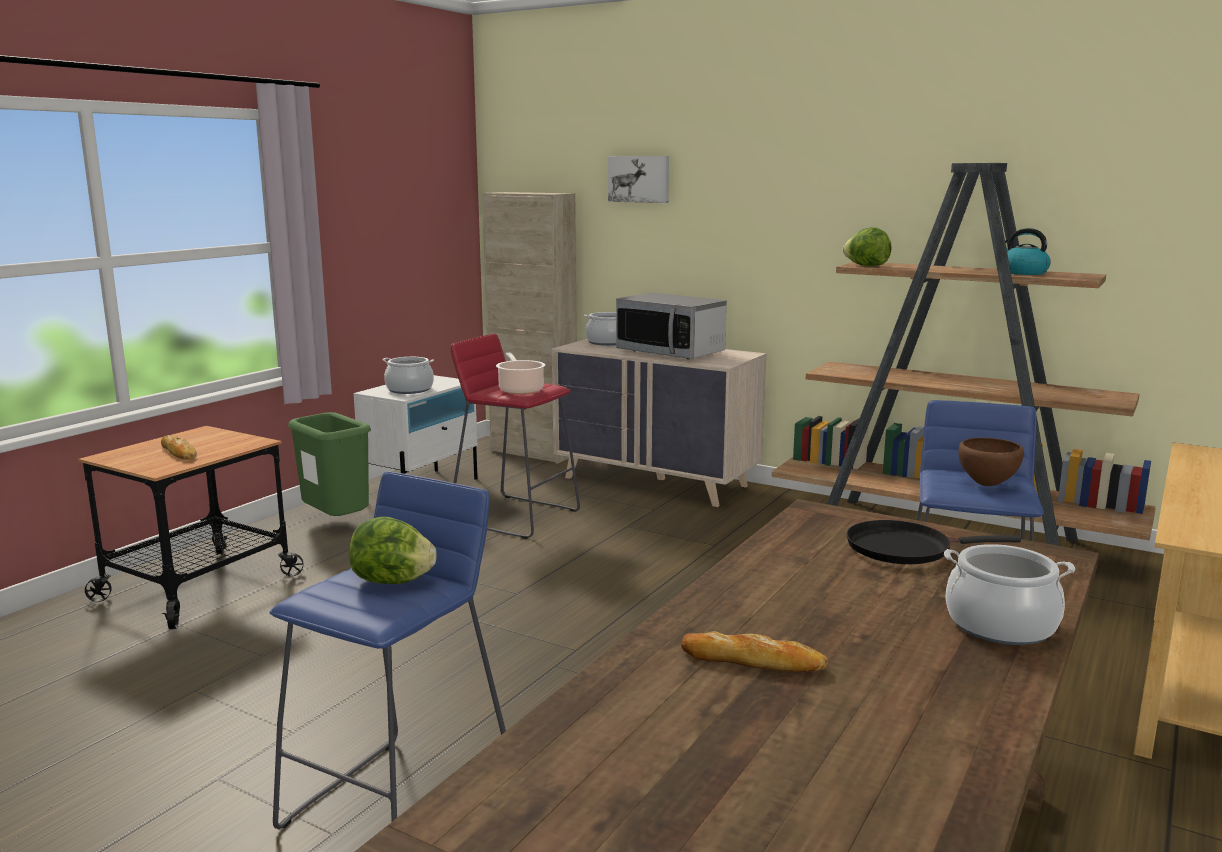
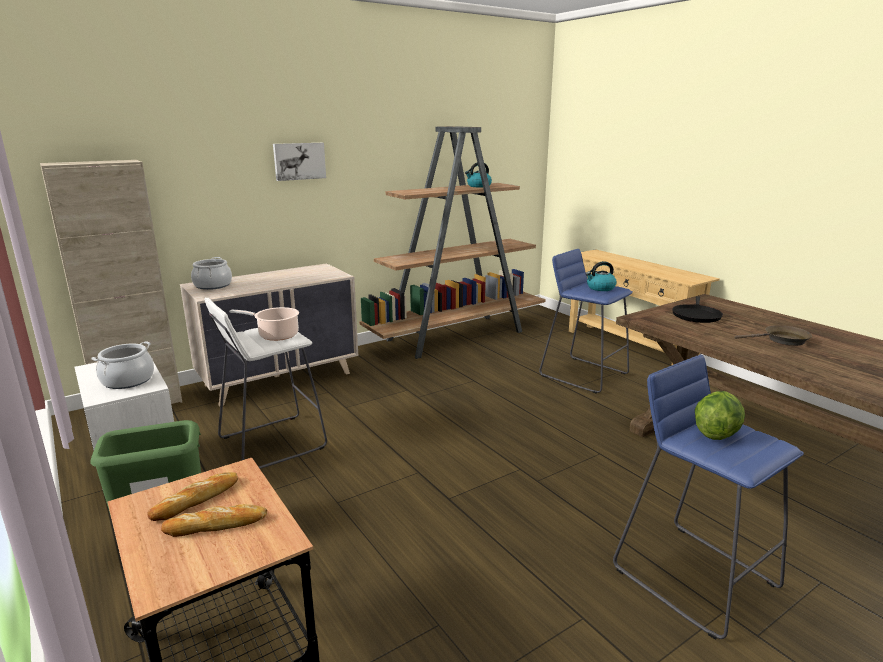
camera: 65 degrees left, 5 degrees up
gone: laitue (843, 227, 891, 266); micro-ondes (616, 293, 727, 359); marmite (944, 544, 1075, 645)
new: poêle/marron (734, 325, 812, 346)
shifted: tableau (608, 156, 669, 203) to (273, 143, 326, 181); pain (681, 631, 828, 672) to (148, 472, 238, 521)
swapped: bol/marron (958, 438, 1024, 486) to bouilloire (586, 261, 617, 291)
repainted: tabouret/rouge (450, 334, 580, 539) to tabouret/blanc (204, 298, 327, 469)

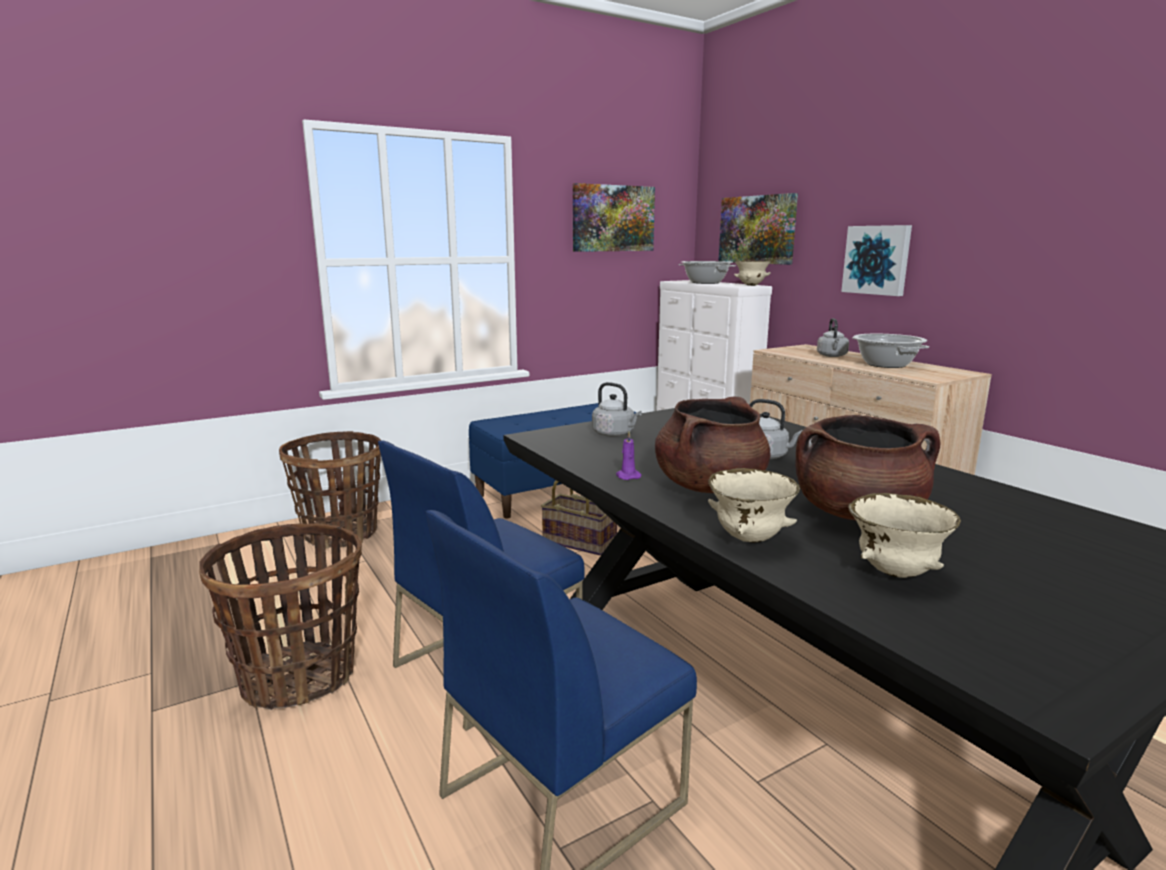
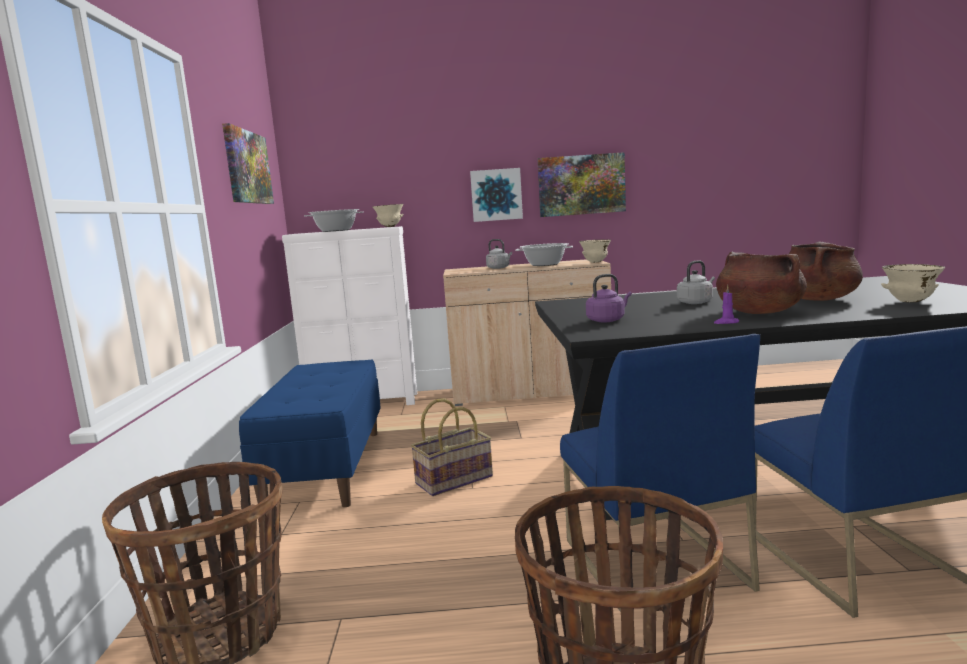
camera: 60 degrees left, 5 degrees down
shifted: tableau (719, 193, 798, 265) to (538, 152, 626, 217); bol/beige (708, 468, 800, 543) to (579, 240, 611, 263)
repainted: bouilloire/gris (592, 382, 642, 437) to bouilloire/violet (586, 274, 632, 322)

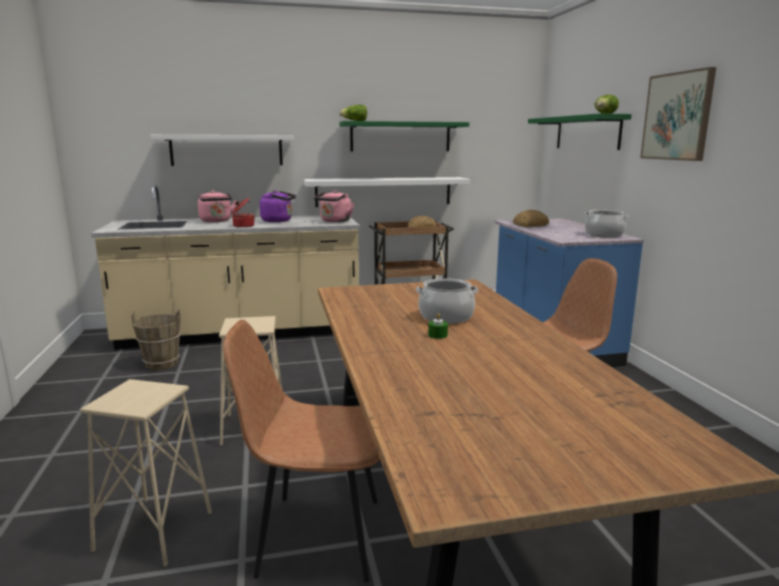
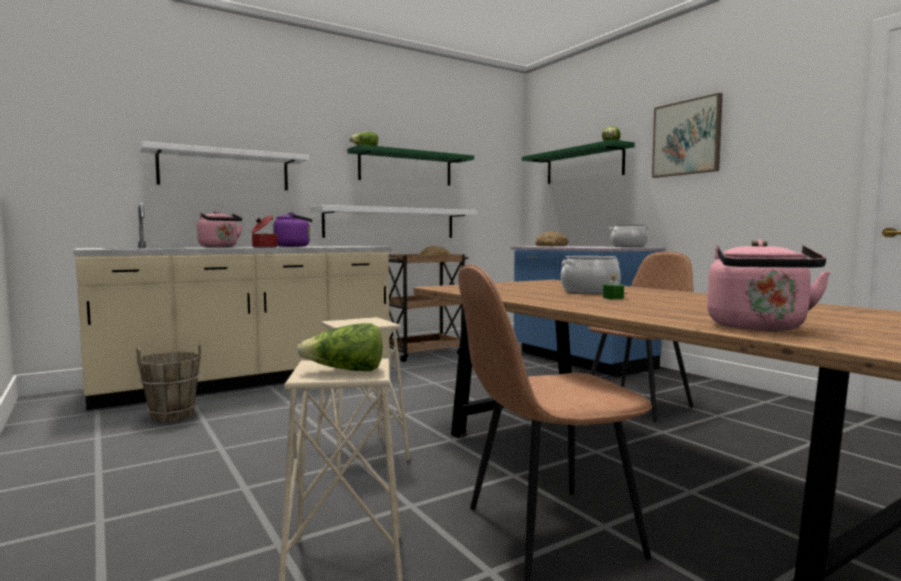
camera: 20 degrees left, 10 degrees down
new: laitue (297, 323, 383, 371)
shifted: bouilloire/rose (314, 190, 354, 222) to (707, 239, 831, 331)

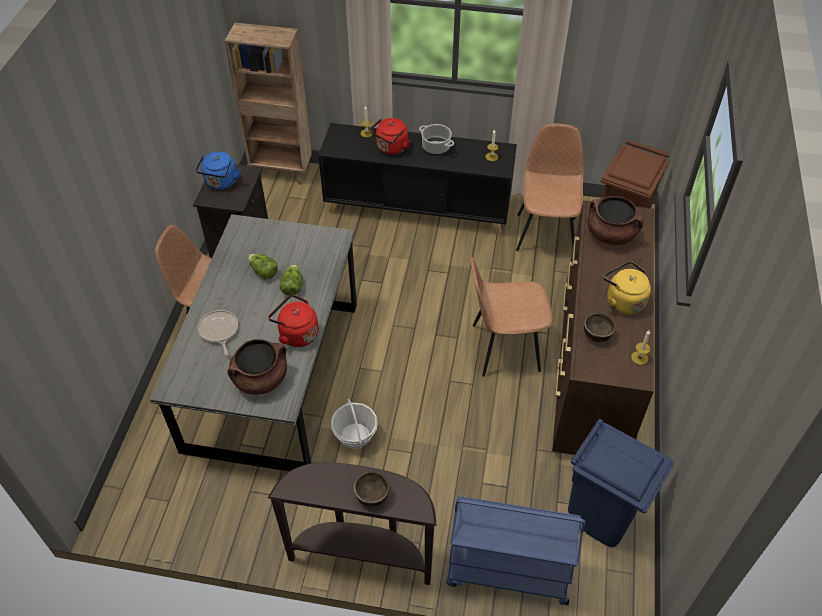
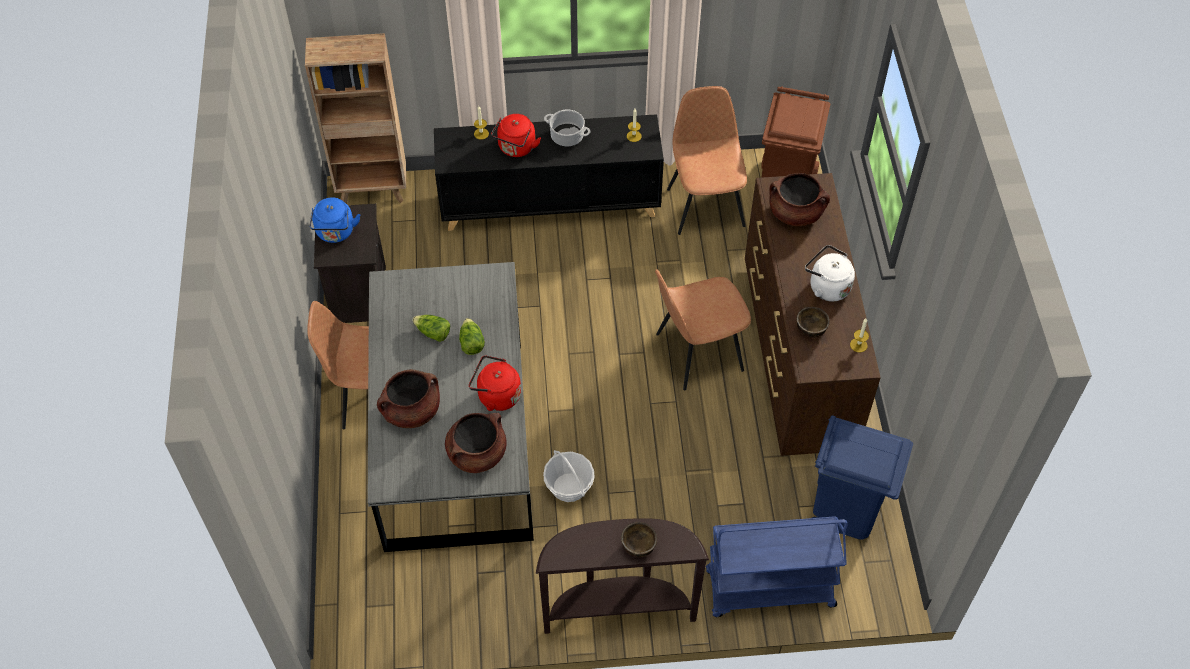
camera: 15 degrees left, 5 degrees up
swapped: poêle (198, 310, 238, 356) to marmite/marron (377, 369, 440, 428)
repainted: bouilloire/jaune (603, 261, 651, 315) to bouilloire/blanc (805, 245, 855, 301)

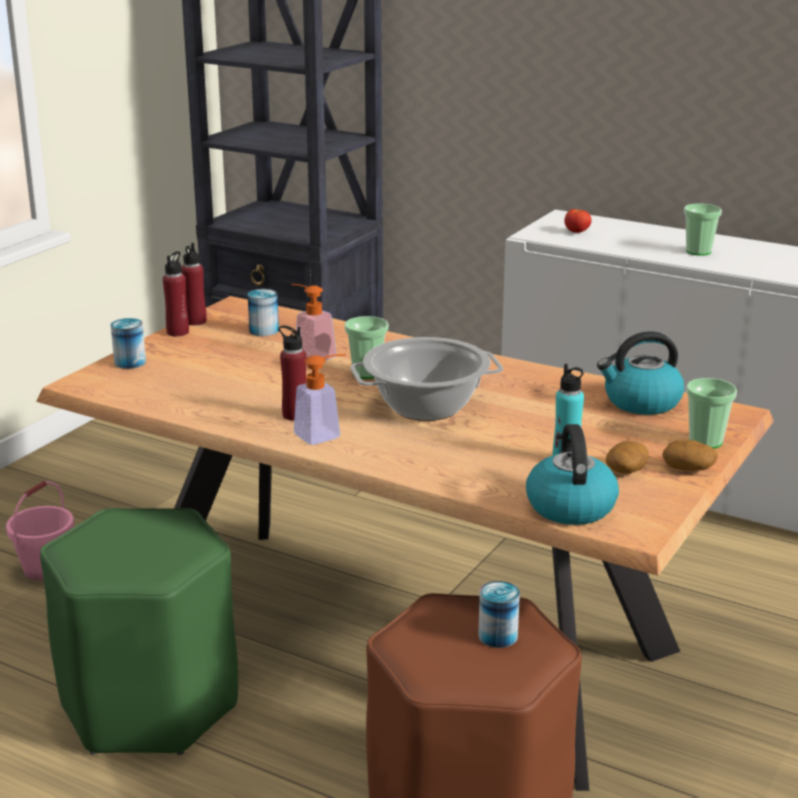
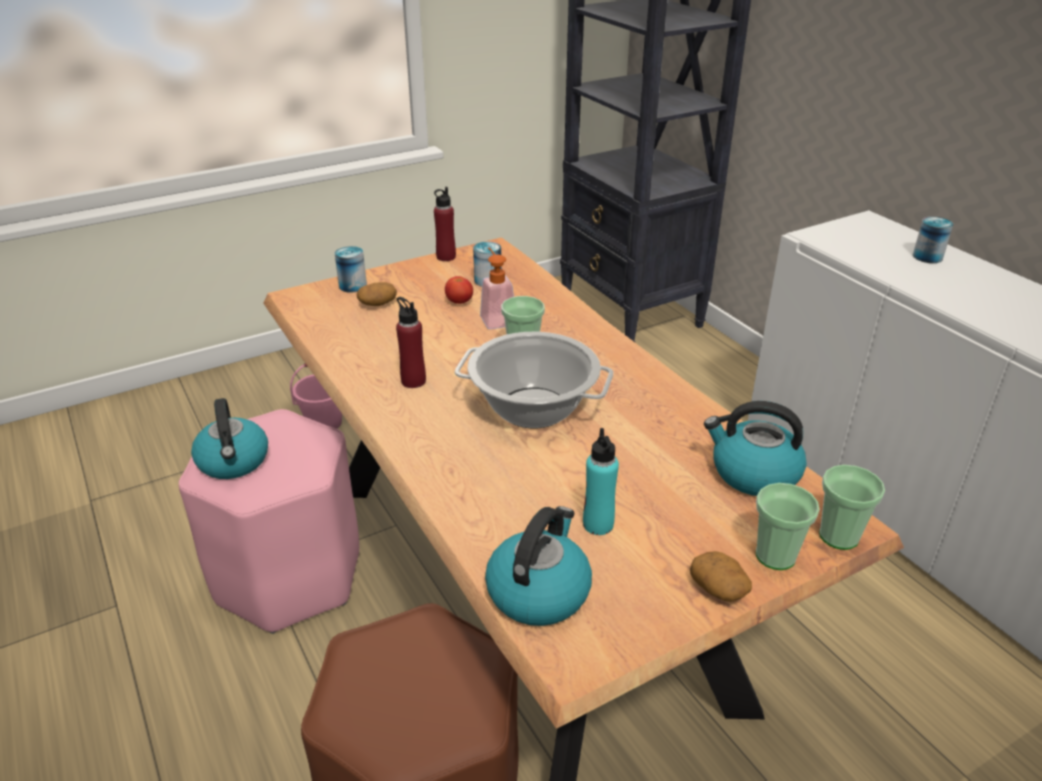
camera: 30 degrees right, 10 degrees up
gone: bouteille/rouge (163, 251, 189, 337); distributeur de savon (294, 354, 346, 445)
new: bouilloire (191, 398, 268, 479)
shifted: tasse (684, 204, 722, 256) to (819, 465, 885, 550); tomate (564, 209, 592, 233) to (445, 276, 473, 304); pomme de terre (606, 441, 649, 474) to (357, 282, 397, 306); boîte métallique (478, 581, 520, 648) to (913, 216, 953, 263)
repainted: tabouret/vert (40, 508, 238, 755) to tabouret/rose (179, 409, 359, 634)

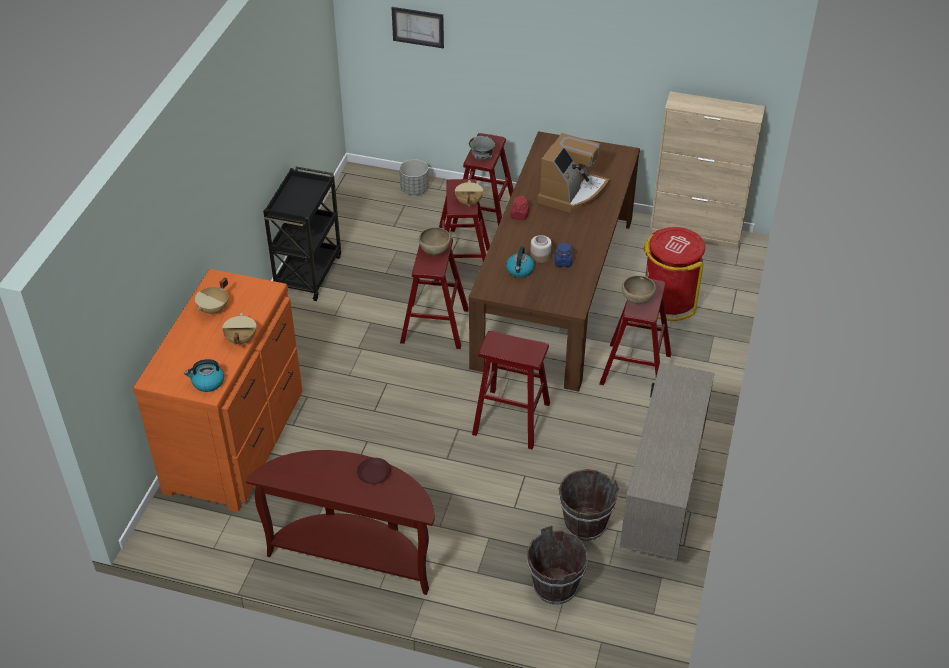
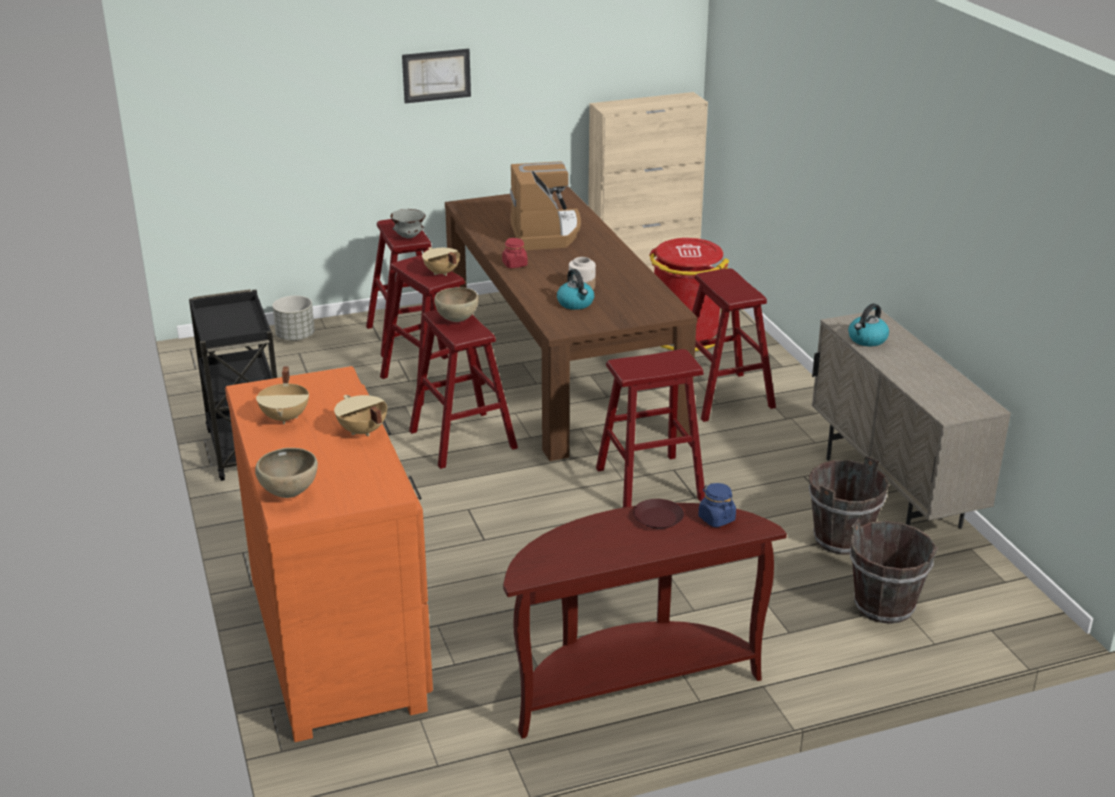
camera: 35 degrees left, 15 degrees down
shifted: tableau (392, 7, 444, 48) to (402, 49, 471, 103); bocal/bleu (555, 243, 572, 267) to (698, 483, 736, 527); bol/marron (622, 276, 656, 304) to (255, 448, 318, 498); bouilloire (184, 359, 224, 392) to (848, 303, 889, 346)

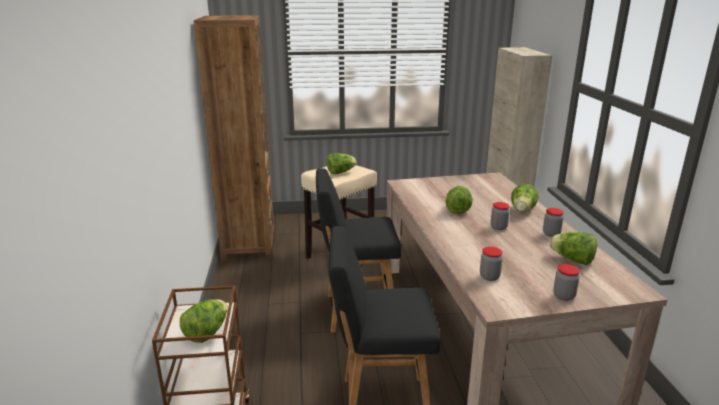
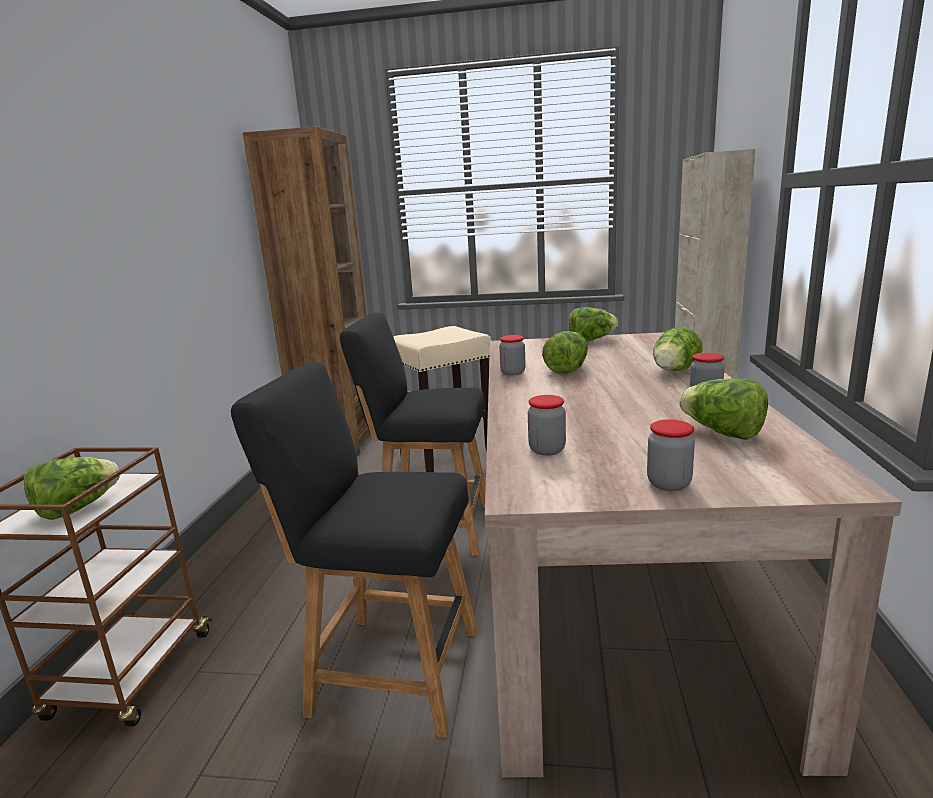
camera: 15 degrees right, 5 degrees down
shifted: laitue (327, 153, 357, 174) to (569, 307, 618, 342); bocal (491, 202, 510, 230) to (499, 335, 526, 375)

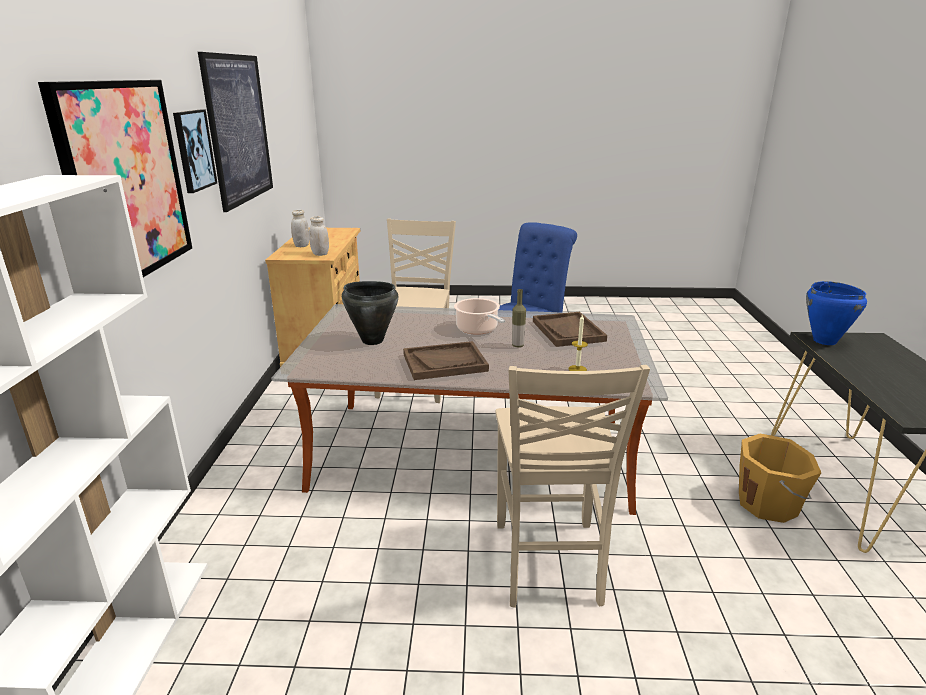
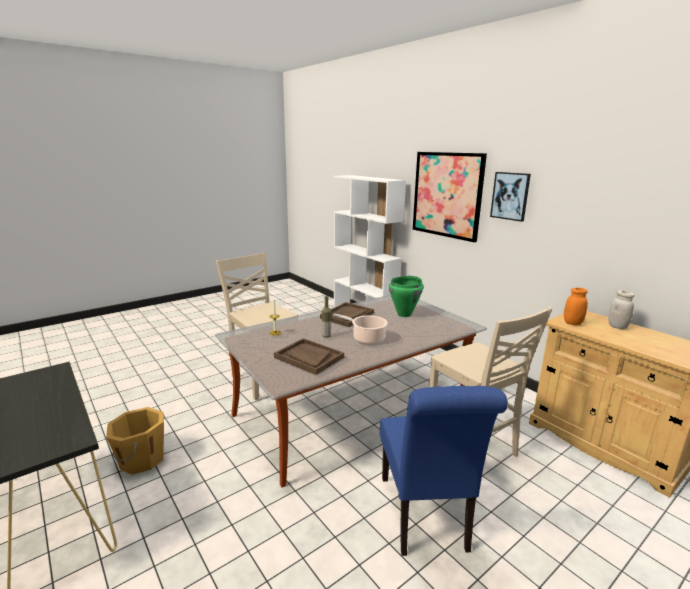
camera: 140 degrees right, 5 degrees down
gone: tableau (198, 52, 273, 212); marmite/bleu (806, 281, 867, 345)
repainted: bocal/blanc (309, 216, 329, 256) to bocal/orange (564, 288, 588, 325); marmite/noir (342, 281, 398, 345) to marmite/vert (389, 276, 423, 317)

